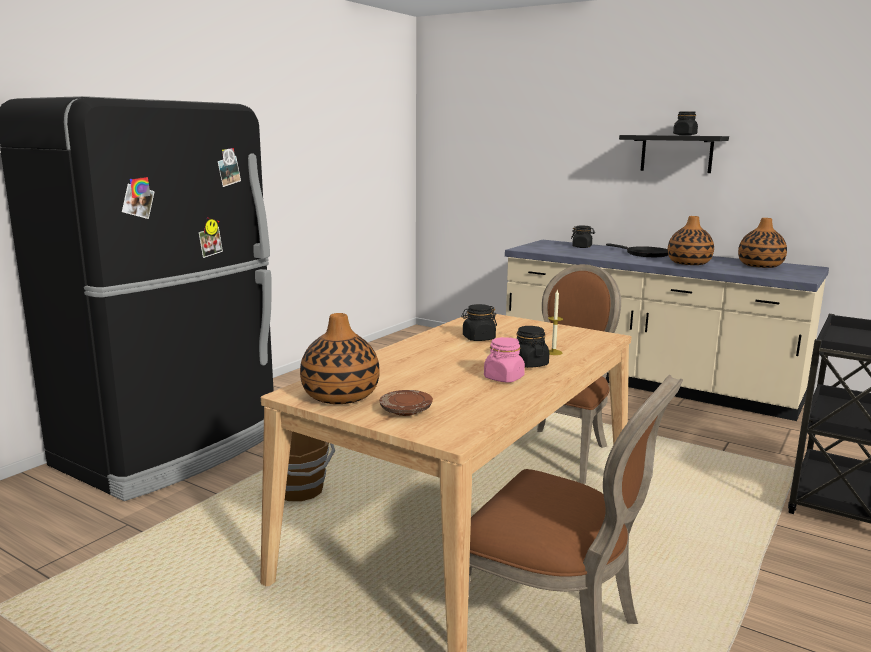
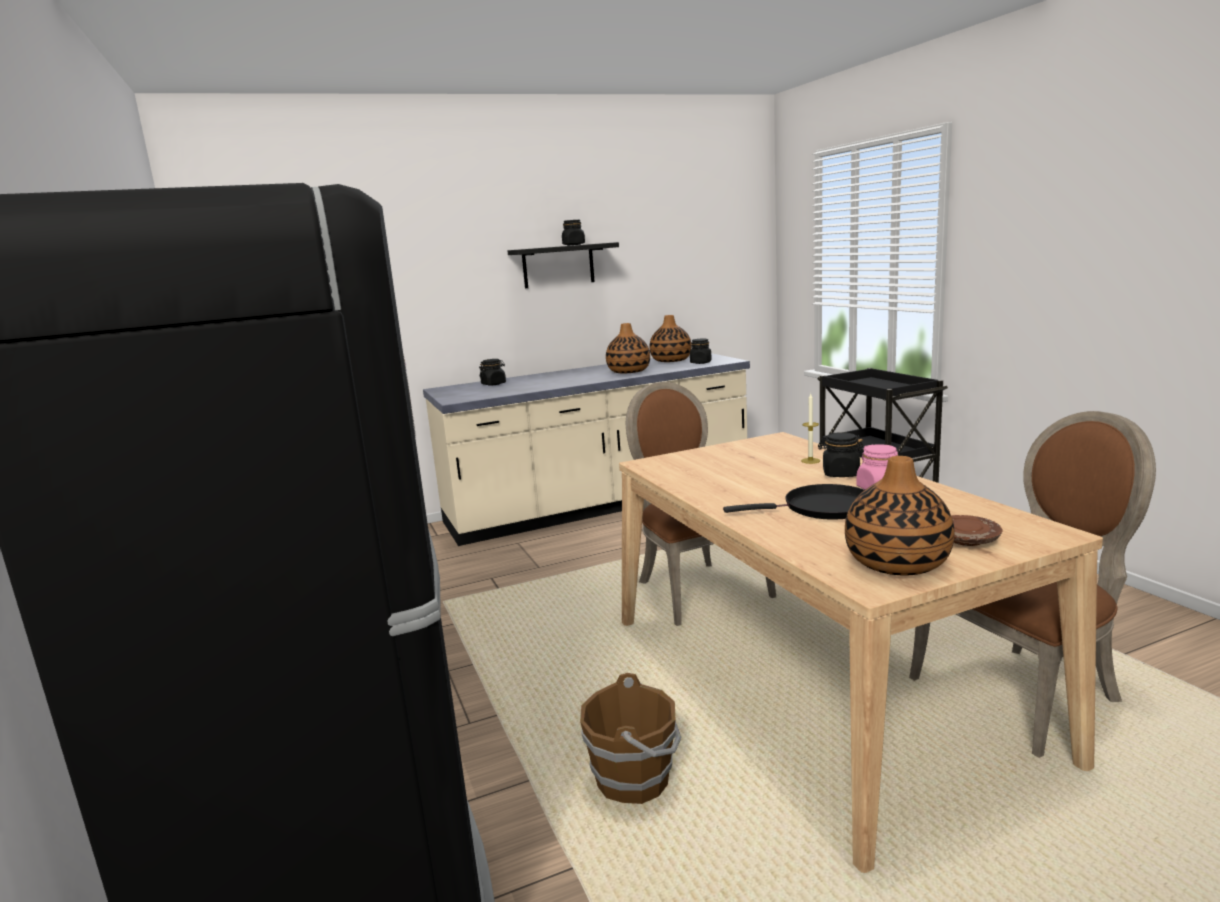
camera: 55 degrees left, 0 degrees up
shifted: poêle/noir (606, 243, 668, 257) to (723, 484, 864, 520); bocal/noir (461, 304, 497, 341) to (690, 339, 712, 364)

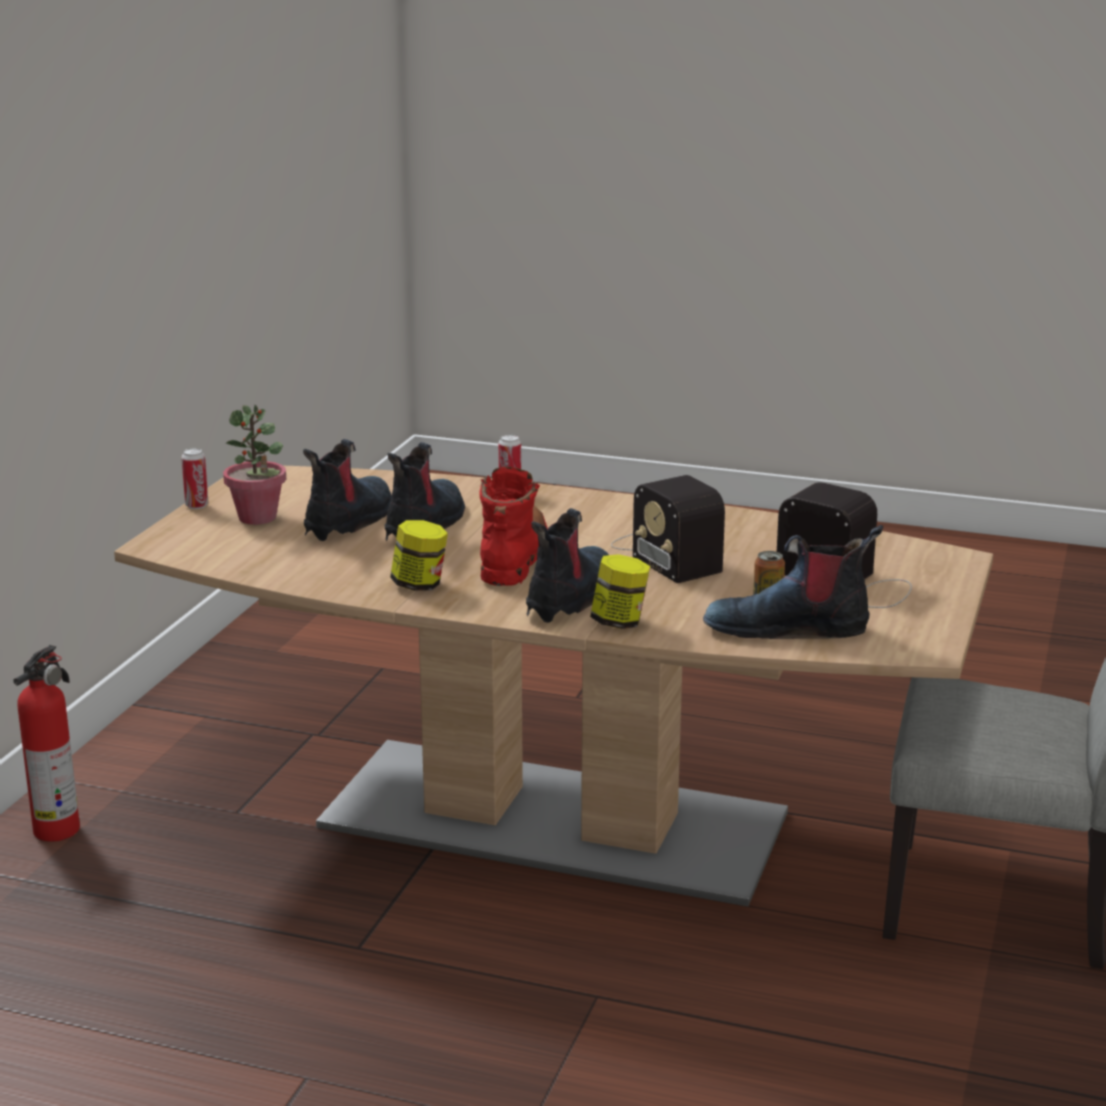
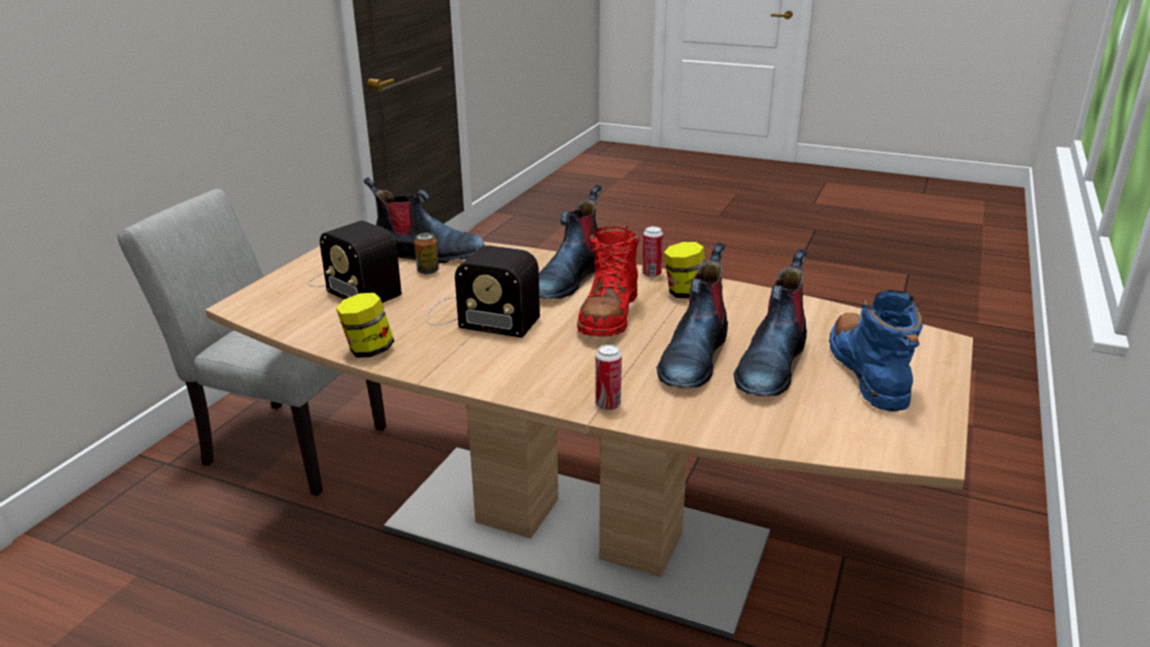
camera: 175 degrees left, 5 degrees up
gone: extincteur (13, 645, 80, 842)
shifted: boîte métallique (181, 448, 209, 509) to (642, 226, 663, 277); bocal (590, 554, 650, 629) to (336, 293, 394, 358)
swapped: plante en pot (223, 405, 286, 525) to botte/bleu (829, 290, 924, 412)
rotated: radio (611, 475, 725, 583) = (426, 246, 540, 338) 135 degrees clockwise

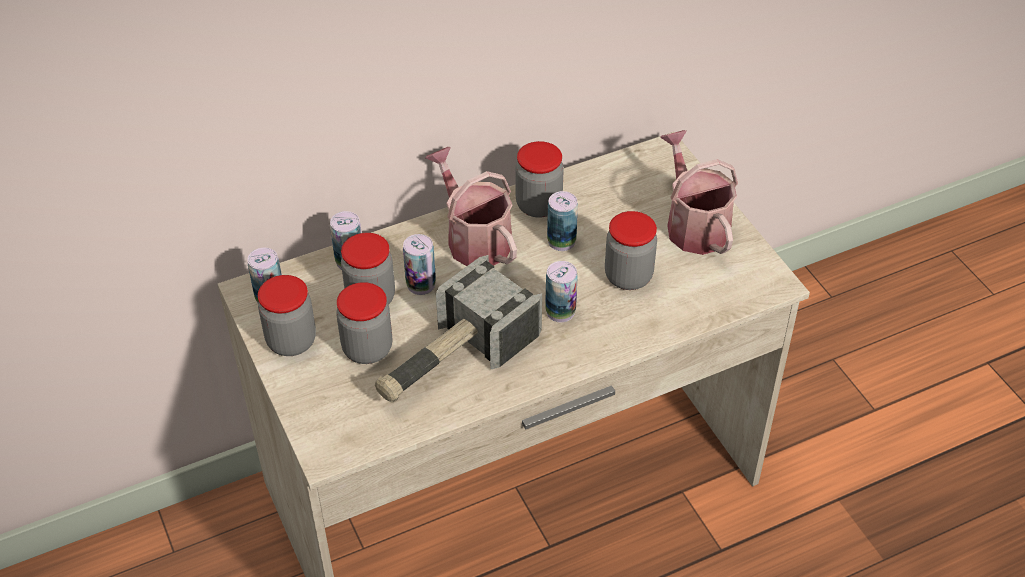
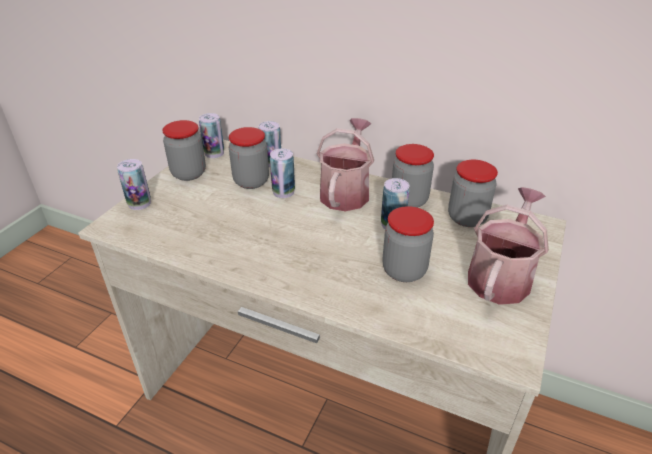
camera: 50 degrees right, 10 degrees down
gone: marteau (375, 255, 542, 403)
shifted: boîte métallique (545, 261, 578, 322) to (117, 159, 151, 210); bocal (336, 282, 392, 364) to (448, 160, 498, 227)

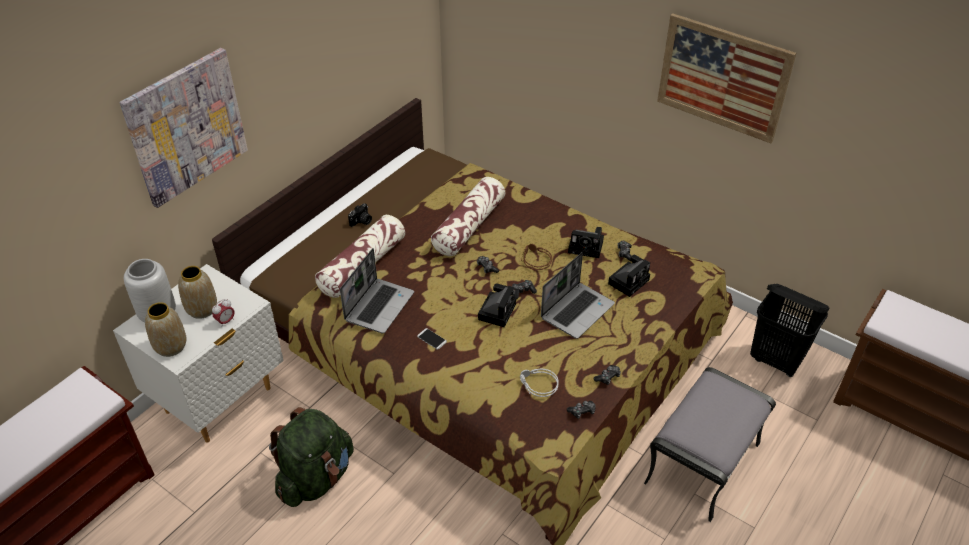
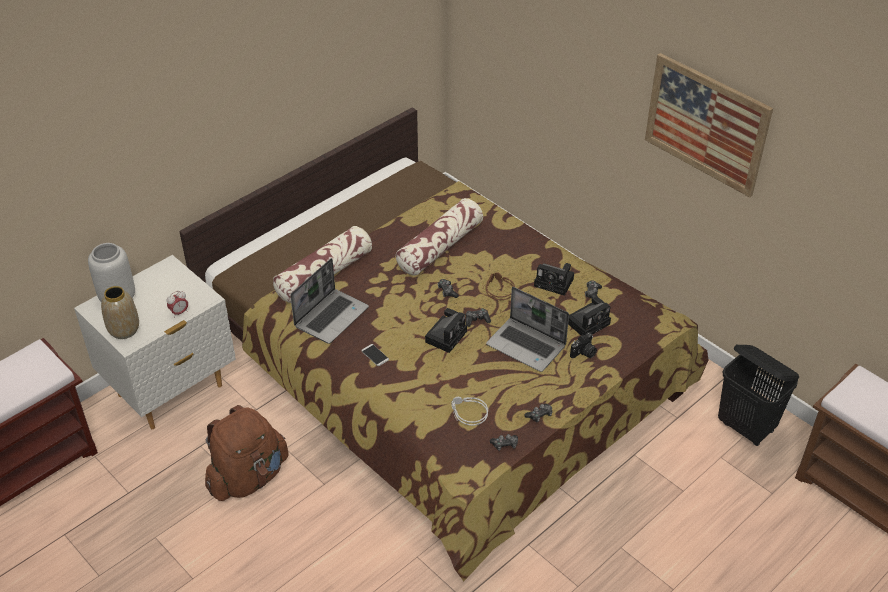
camera: 10 degrees right, 0 degrees up
gone: tableau (120, 48, 248, 208); vase (178, 266, 217, 319); pouf/gris (644, 367, 776, 522)
shifted: appareil photo (348, 203, 372, 227) to (570, 333, 597, 358)
repainted: sac à dos/vert (269, 407, 354, 507) to sac à dos/marron (205, 405, 289, 501)
rotated: ordinateur portable (541, 252, 615, 339) = (486, 287, 569, 372) 75 degrees clockwise

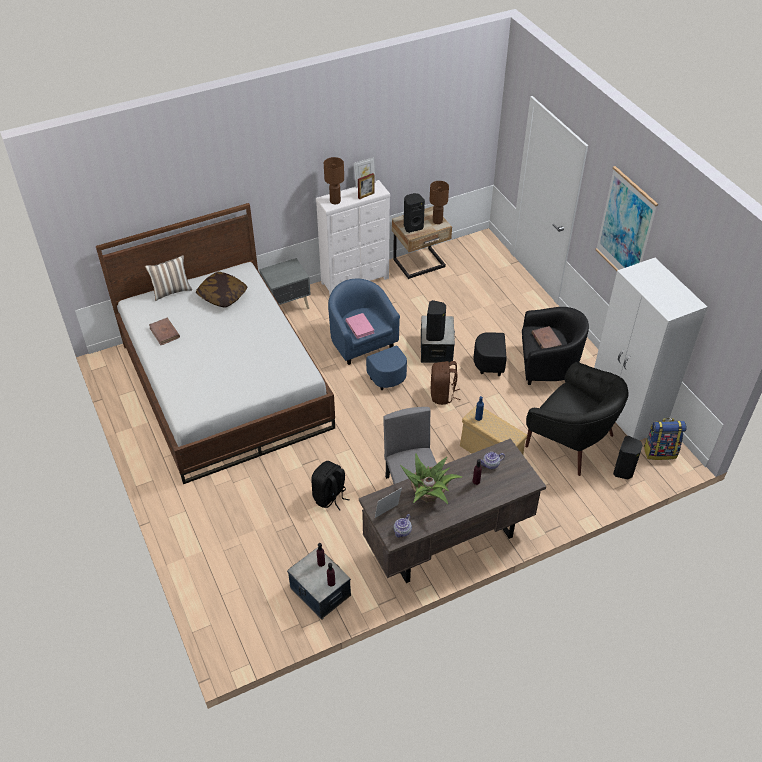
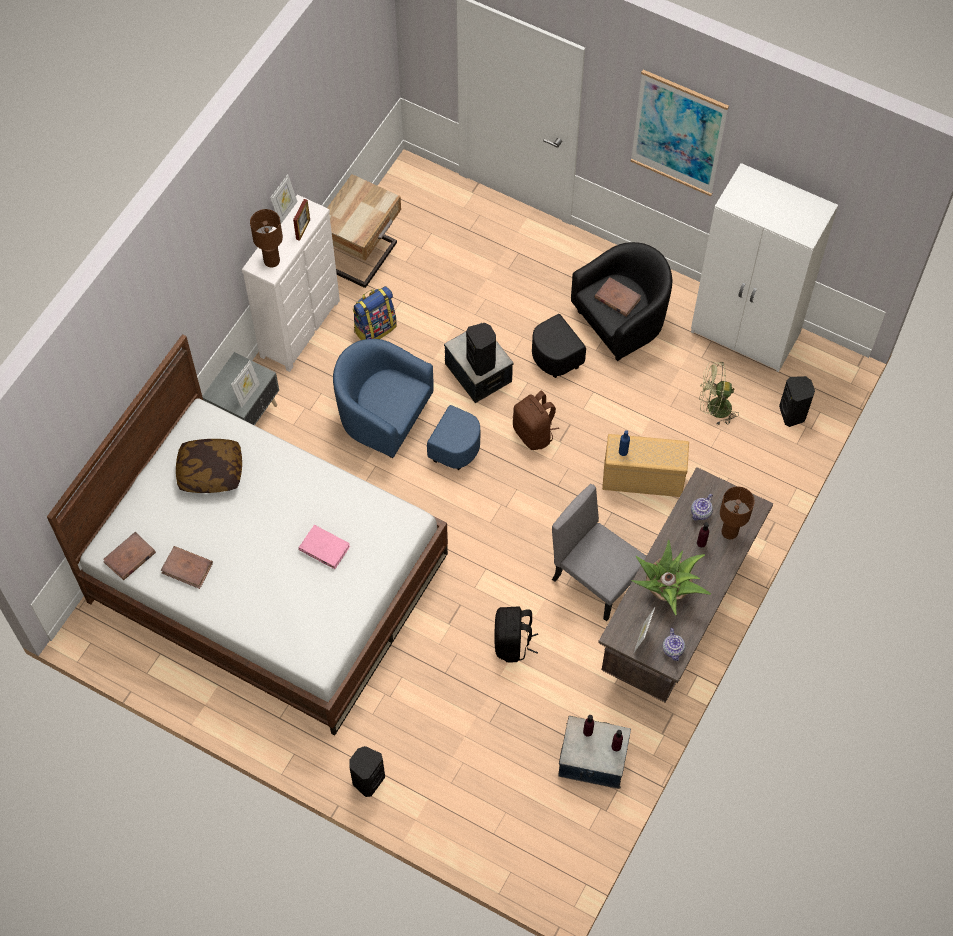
camera: 35 degrees left, 15 degrees up
gone: coussin (145, 255, 192, 301)
new: cadre photo (231, 360, 260, 408); livre/marron (103, 532, 156, 580)
shifted: lampe de table/marron (430, 181, 449, 224) to (720, 486, 755, 539); enceinte/noir (404, 193, 425, 233) to (349, 746, 385, 797); livre/rose (345, 313, 374, 339) to (298, 525, 350, 569); sac à dos (644, 418, 687, 460) to (353, 286, 397, 340)
swapped: fauteuil/noir (525, 362, 629, 476) to ventilateur/vert (699, 361, 739, 426)

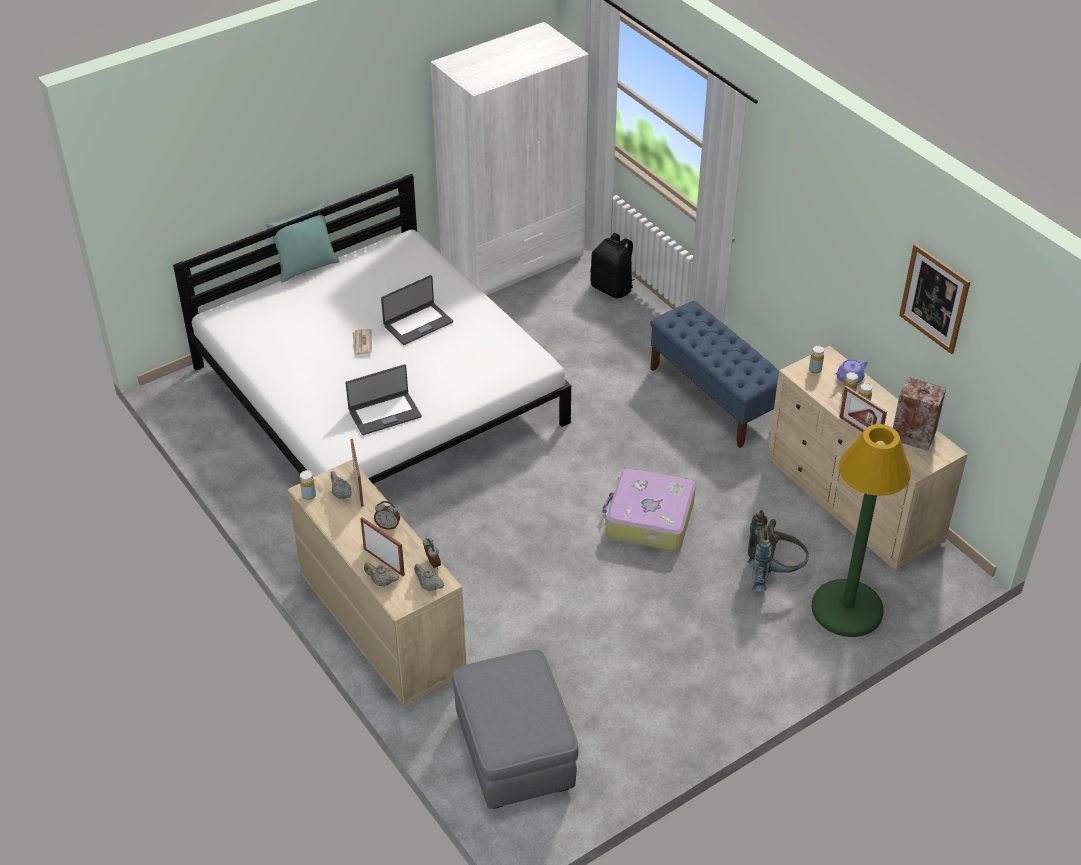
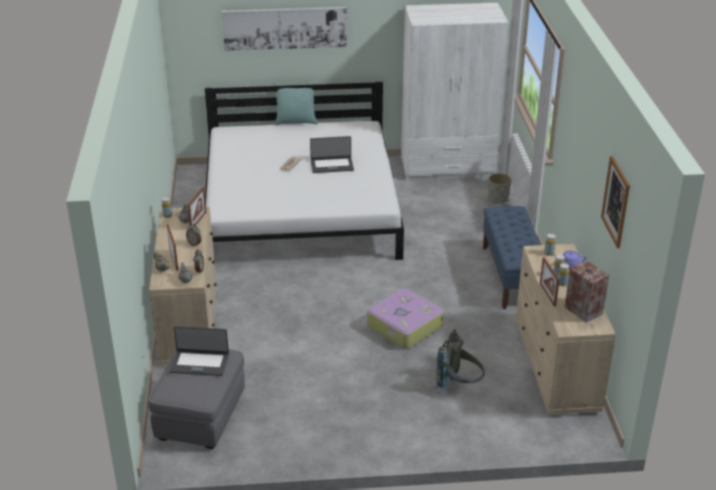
camera: 30 degrees right, 10 degrees down
gone: lampadaire/vert (811, 424, 911, 637)
new: tableau (222, 7, 347, 51)
shifted: ordinateur portable (346, 364, 422, 435) to (170, 326, 229, 376)
swapped: sac à dos/noir (590, 233, 635, 299) to cache-pot/gris (488, 173, 512, 204)

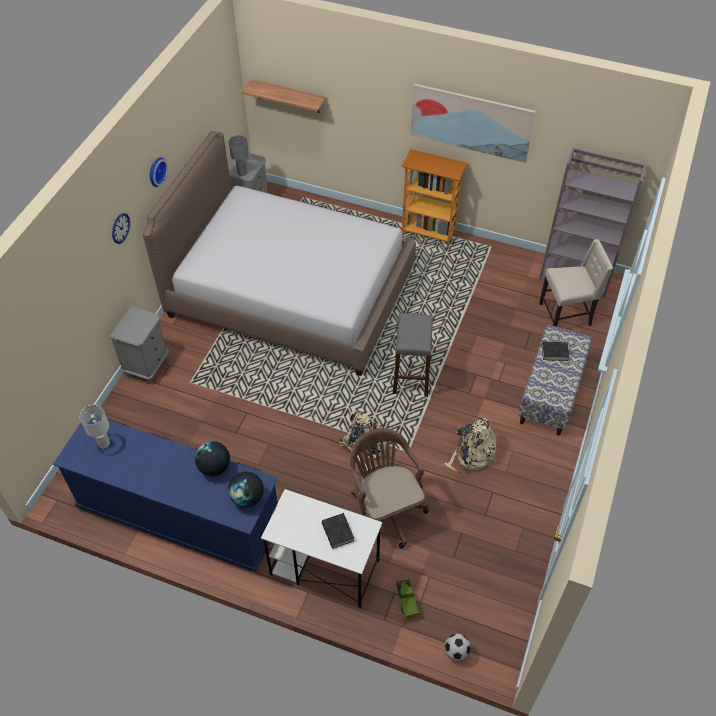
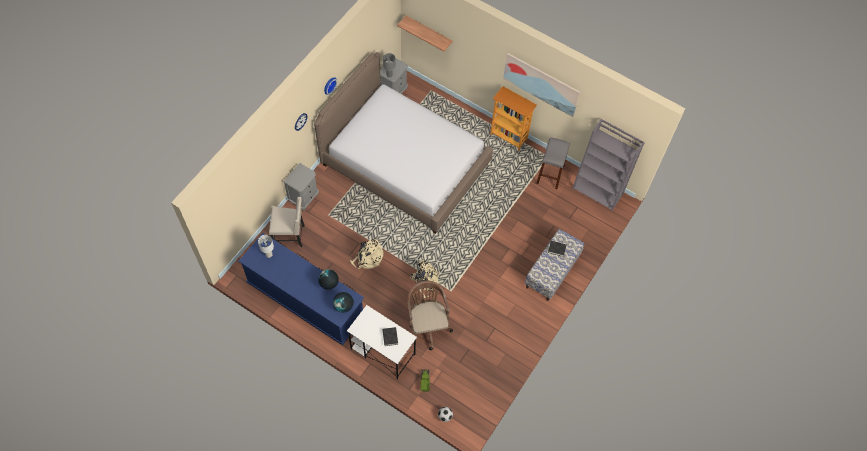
camera: 10 degrees right, 10 degrees up
shifted: chaise/beige (539, 239, 613, 327) to (269, 197, 305, 247); tabouret/gris (393, 313, 433, 396) to (536, 137, 570, 189); sac à dos/beige (445, 417, 496, 474) to (350, 239, 383, 269)

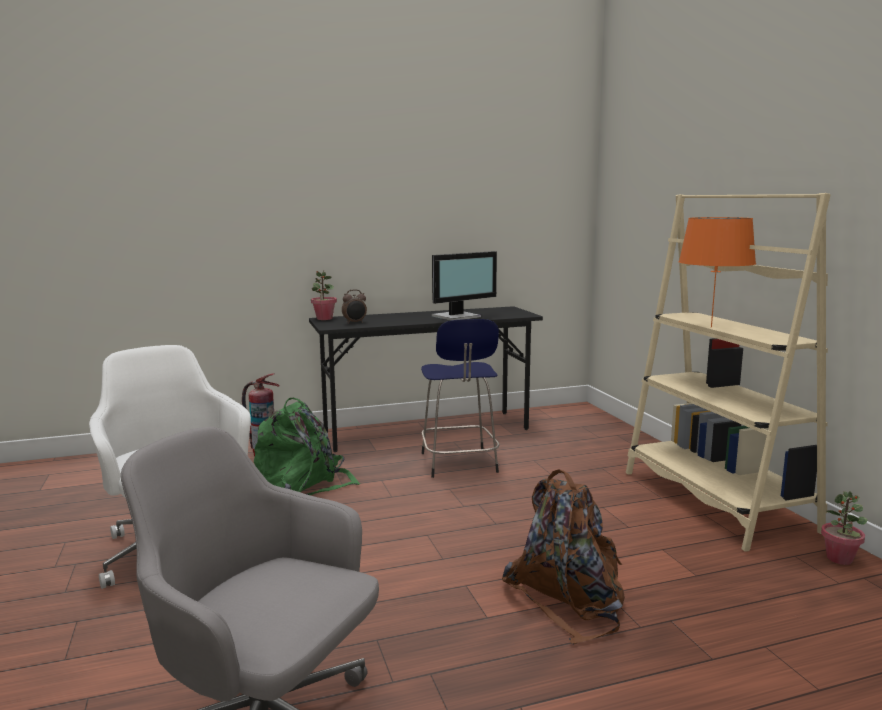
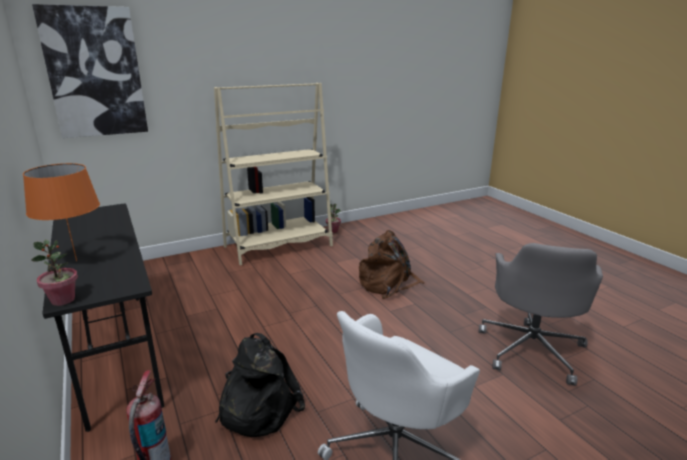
camera: 100 degrees left, 10 degrees up
gone: écran d'ordinateur (432, 251, 497, 321); réveil (342, 289, 367, 324); tabouret/bleu (421, 319, 500, 478)
new: tableau (32, 4, 148, 138)
shifted: lampe de table/orange (679, 217, 756, 328) to (23, 163, 100, 261)
repainted: sac à dos/vert (254, 398, 360, 495) to sac à dos/noir (215, 333, 305, 437)

